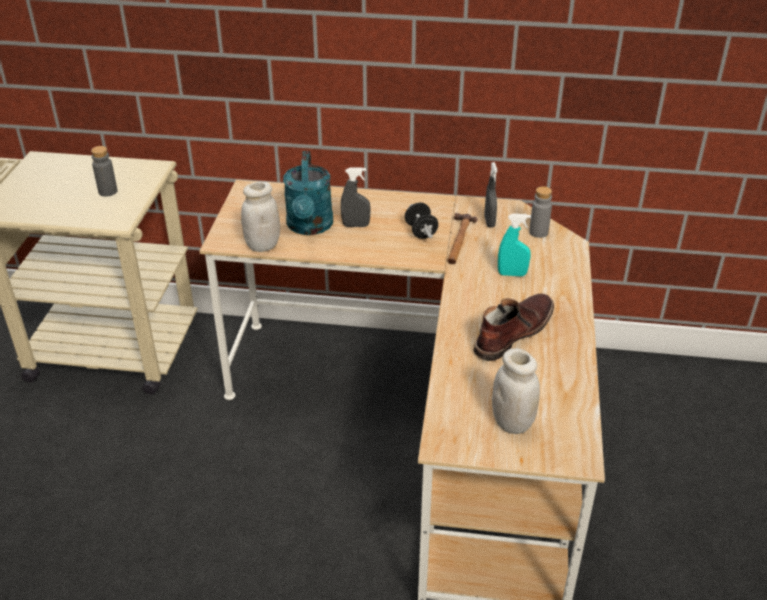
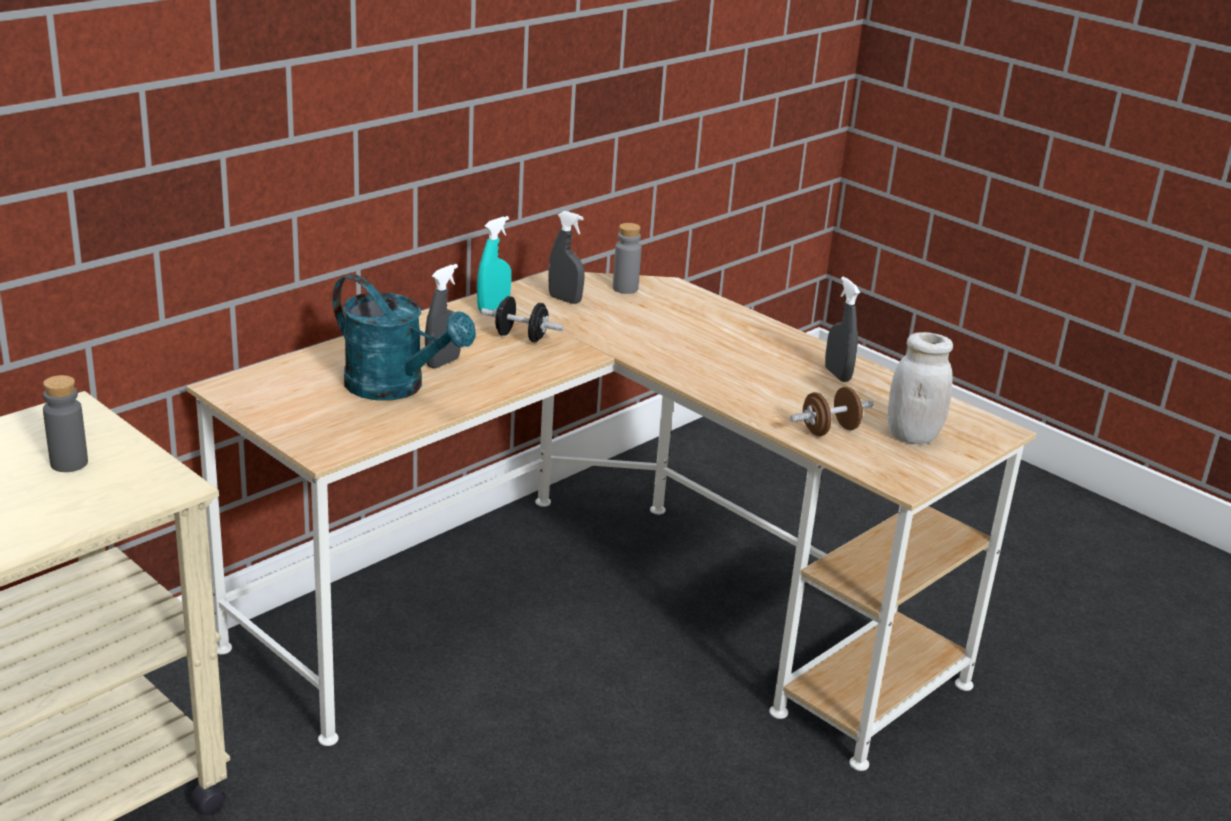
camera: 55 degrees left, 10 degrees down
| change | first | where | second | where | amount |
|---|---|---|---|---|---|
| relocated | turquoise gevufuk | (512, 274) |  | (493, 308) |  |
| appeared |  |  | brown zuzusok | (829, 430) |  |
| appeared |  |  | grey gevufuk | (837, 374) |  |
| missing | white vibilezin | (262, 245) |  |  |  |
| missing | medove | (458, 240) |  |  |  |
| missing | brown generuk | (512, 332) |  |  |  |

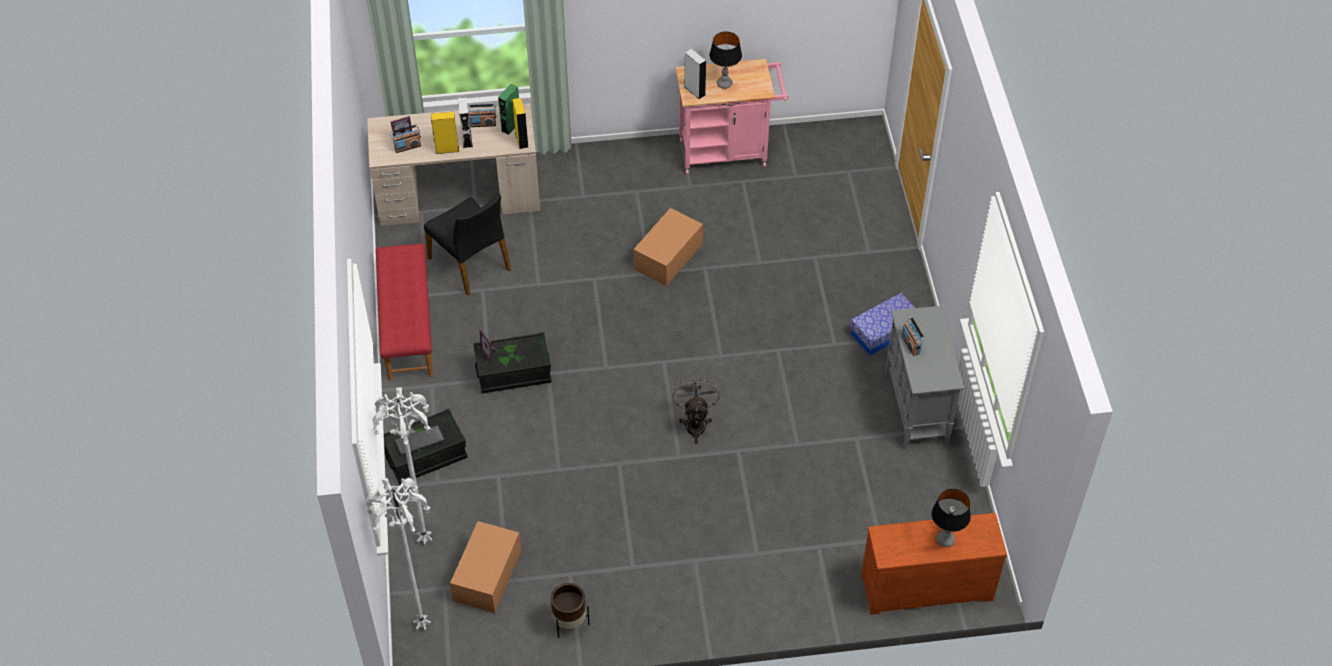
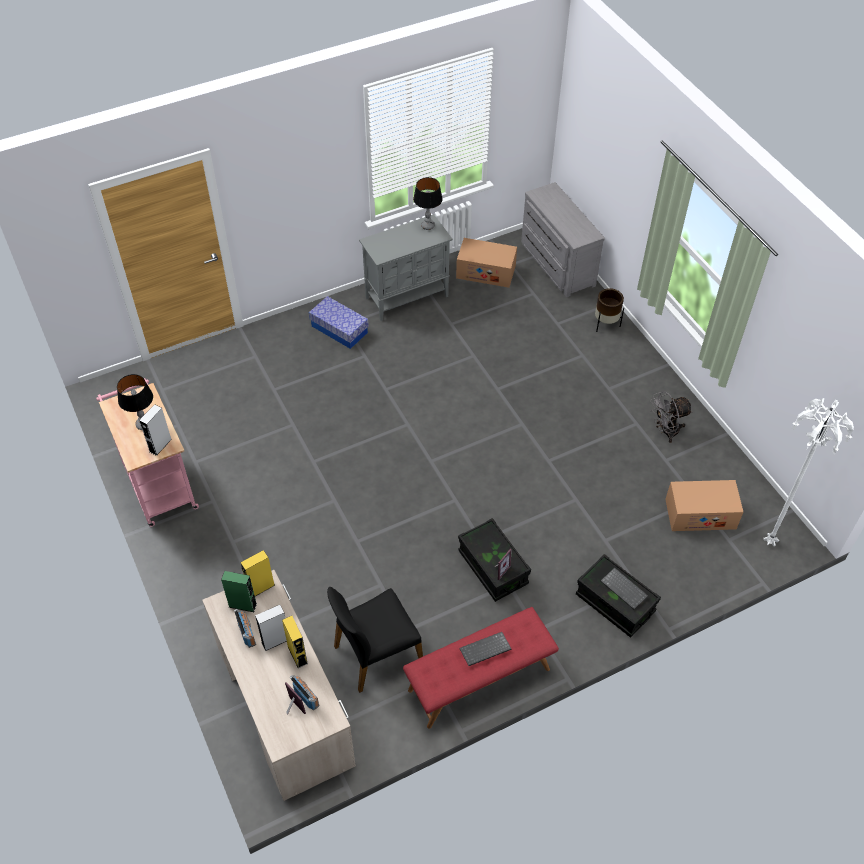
camera: 110 degrees left, 0 degrees up
| change | first | where | second | where | amount |
|---|---|---|---|---|---|
| spun | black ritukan | (470, 263) |  | (376, 654) | 150 degrees counterclockwise |
| relocated | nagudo | (945, 539) |  | (427, 226) |  |
| relocated | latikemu | (668, 256) |  | (486, 271) |  |
| appeared |  |  | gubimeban | (485, 650) |  |
| colour | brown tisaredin | (926, 584) | grey tisaredin | (555, 264) |  |
| relocated | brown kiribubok | (569, 623) |  | (606, 324) |  |
| relocated | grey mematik | (695, 423) |  | (665, 431) |  |
| missing | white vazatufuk | (424, 538) |  |  |  |
| missing | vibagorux | (911, 344) |  |  |  |

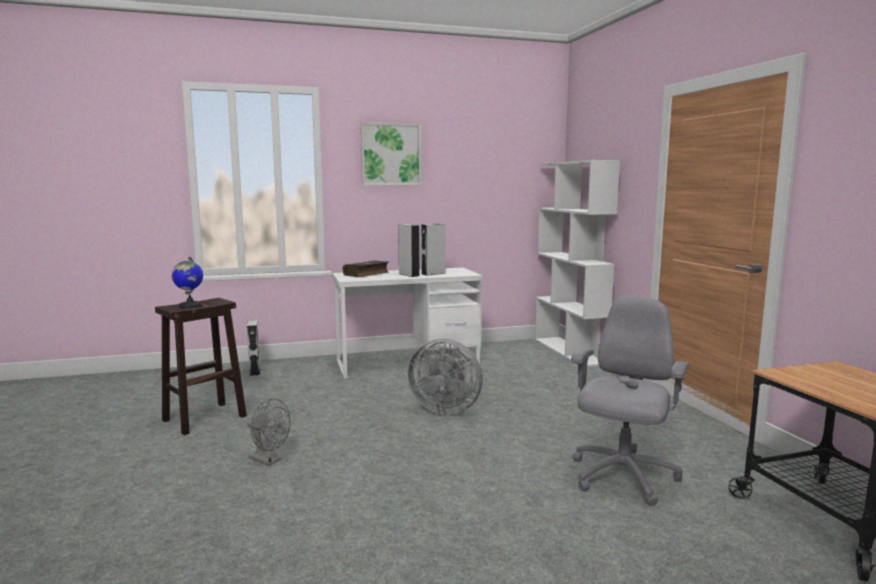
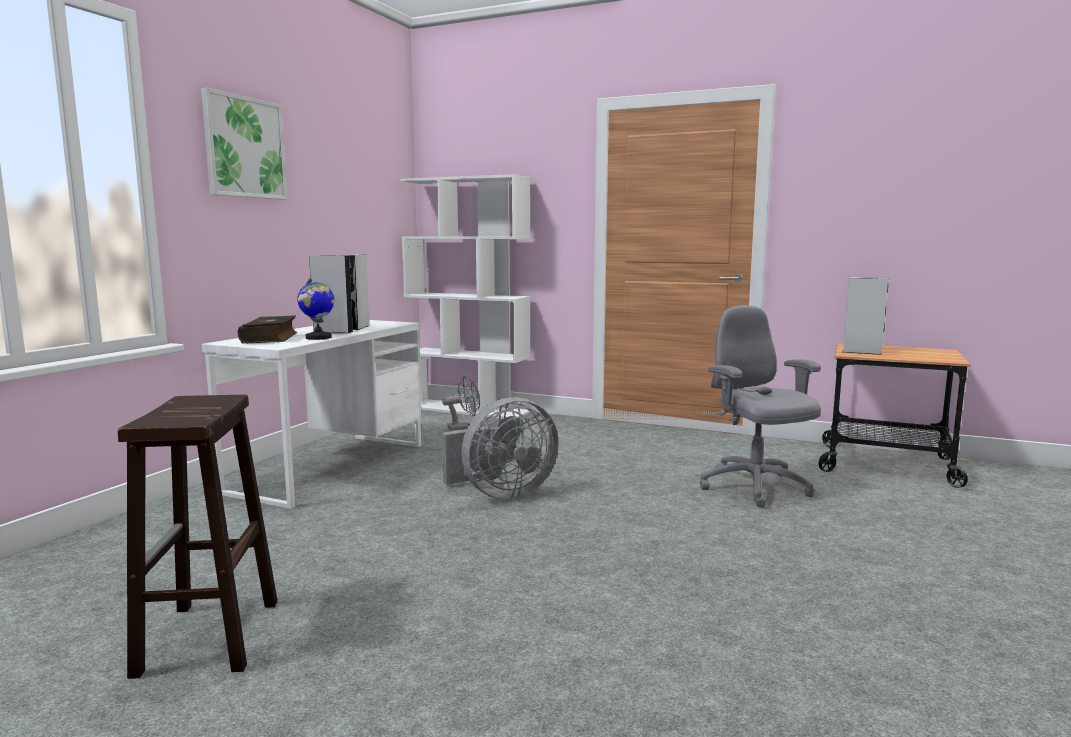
camera: 50 degrees left, 0 degrees up
| change | first | where | second | where | amount |
|---|---|---|---|---|---|
| relocated | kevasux | (190, 306) |  | (318, 338) |  |
| relocated | grey mematik | (269, 460) |  | (464, 427) |  |
| relocated | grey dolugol | (255, 371) |  | (861, 352) |  |

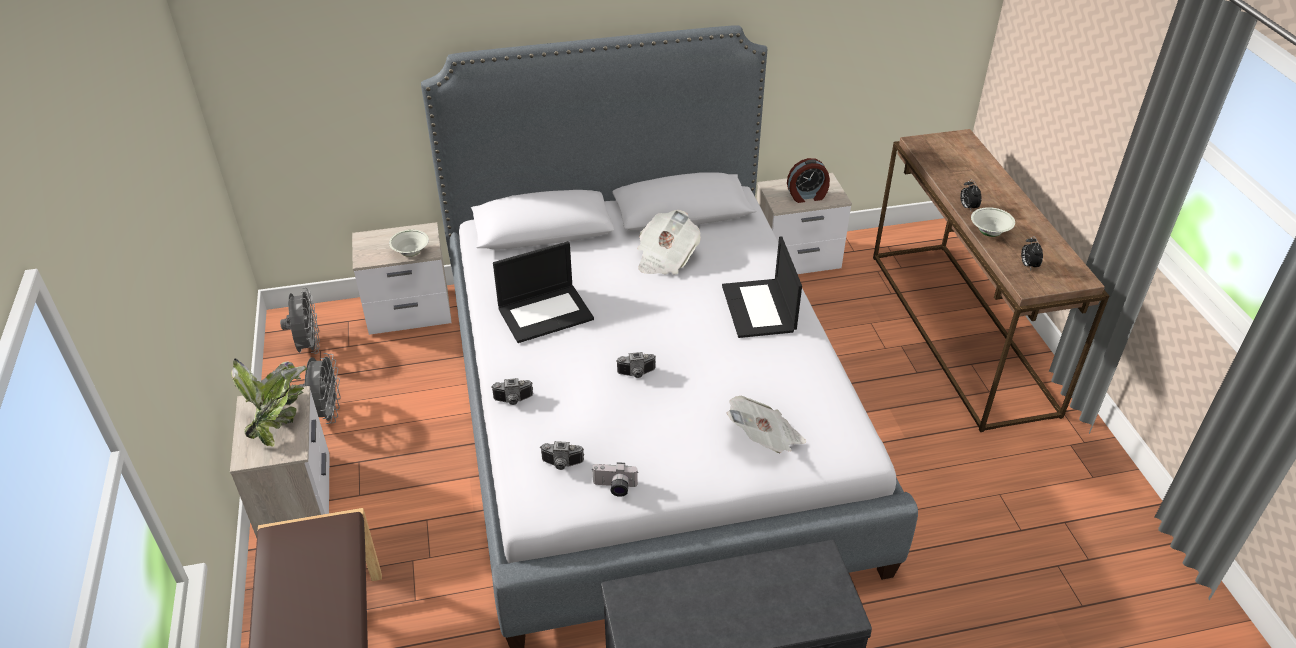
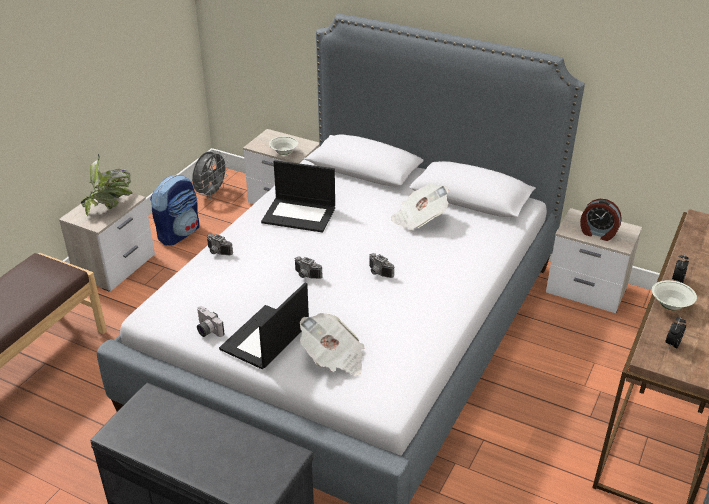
camera: 40 degrees right, 5 degrees down
| change | first | where | second | where | amount |
|---|---|---|---|---|---|
| exchanged | grey mematik | (327, 413) | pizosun | (179, 233) |  |
| relocated | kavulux | (759, 309) |  | (265, 338) |  |
| relocated | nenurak | (562, 464) |  | (378, 273) |  |

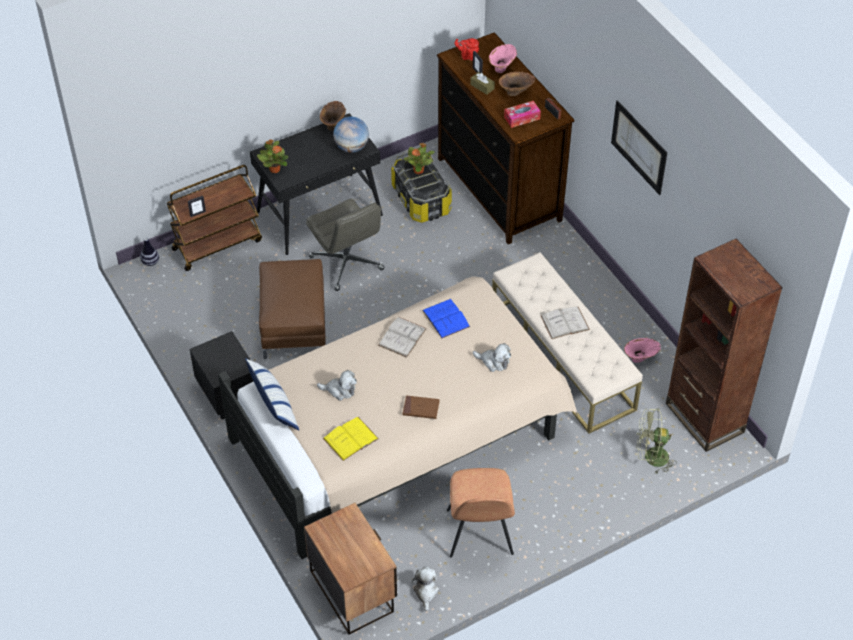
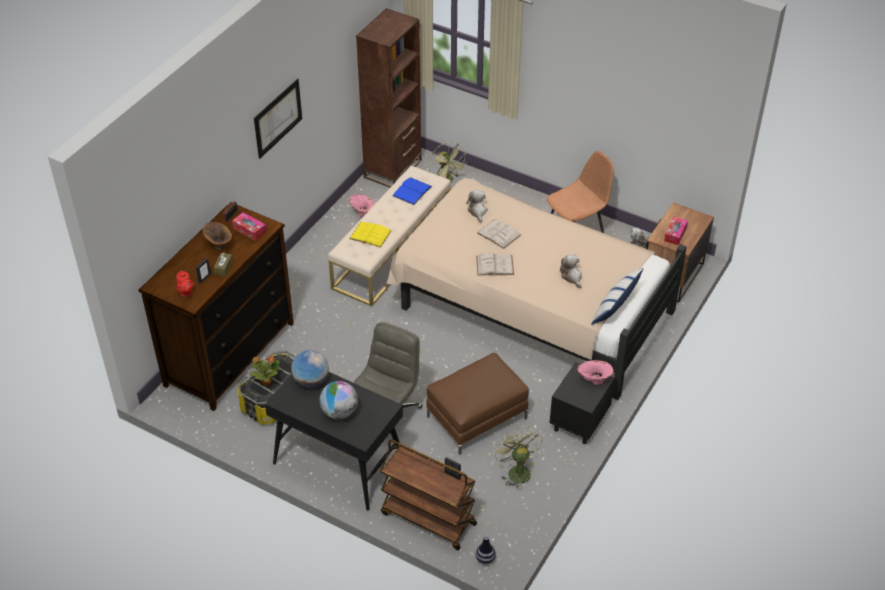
camera: 120 degrees left, 5 degrees down
| change | first | where | second | where | amount |
|---|---|---|---|---|---|
| appeared |  |  | kevasux | (339, 412) |  |
| relocated | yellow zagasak | (350, 438) |  | (370, 234) |  |
| relocated | blue zagasak | (446, 318) |  | (412, 191) |  |
| relocated | white zagasak | (565, 323) |  | (499, 234) |  |
| appeared |  |  | green mematik | (516, 470) |  |
| relocated | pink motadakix | (502, 68) |  | (594, 380) |  |
| appeared |  |  | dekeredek | (675, 234) |  |
| missing | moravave | (274, 169) |  |  |  |
| missing | brown motadakix | (334, 125) |  |  |  |
| missing | brown zagasak | (421, 408) |  |  |  |

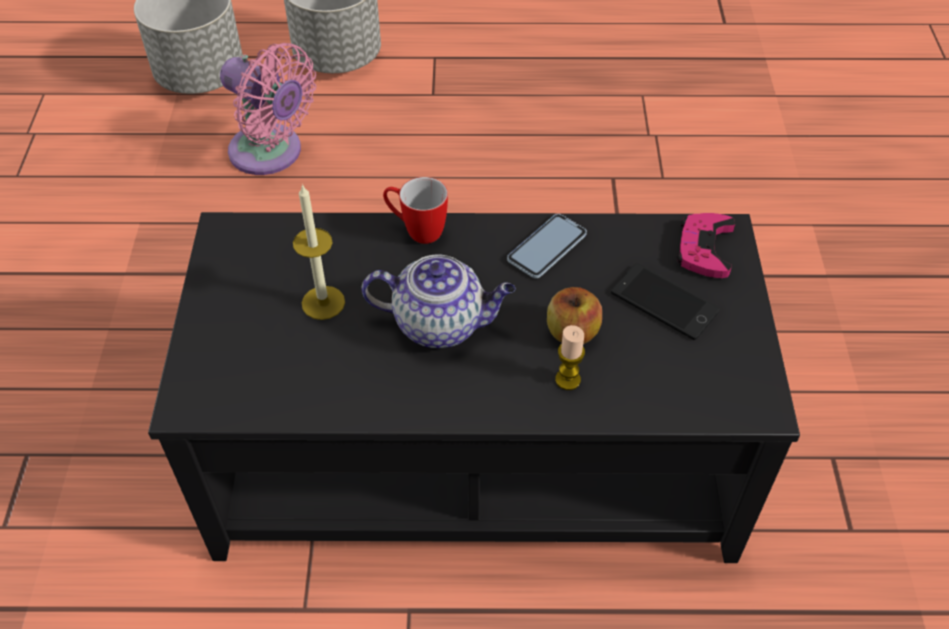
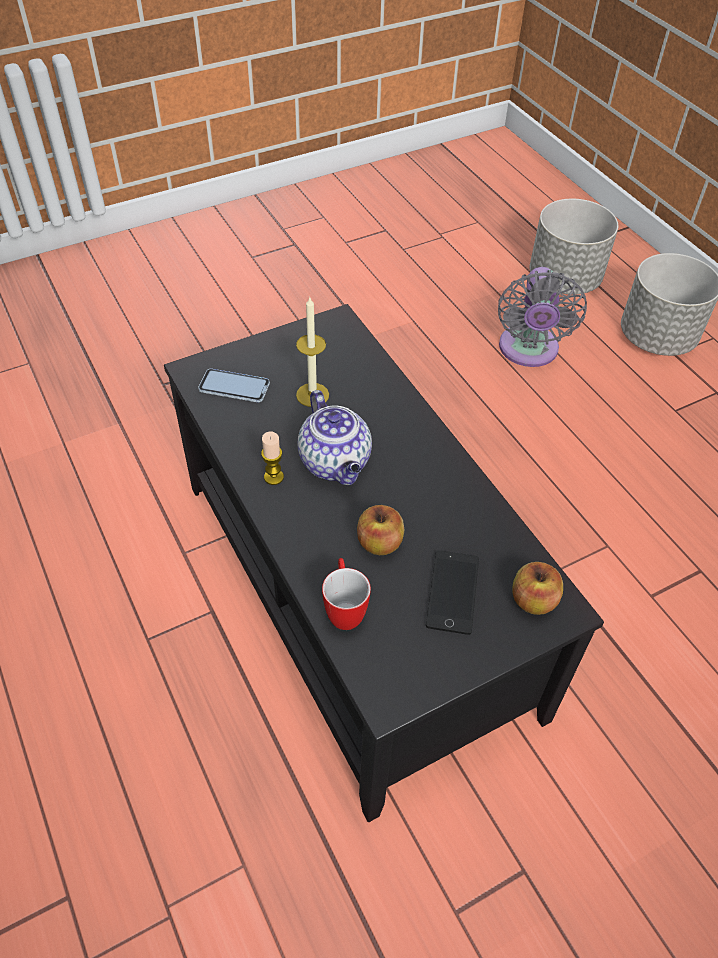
camera: 60 degrees right, 0 degrees up
| change | first | where | second | where | amount |
|---|---|---|---|---|---|
| relocated | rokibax | (547, 247) |  | (234, 387) |  |
| relocated | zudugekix | (568, 380) |  | (273, 477) |  |
| relocated | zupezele | (416, 230) |  | (344, 608) |  |
| colour | pink mematik | (271, 154) | grey mematik | (528, 351) |  |
| exchanged | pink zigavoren | (704, 249) | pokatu | (533, 600) |  |

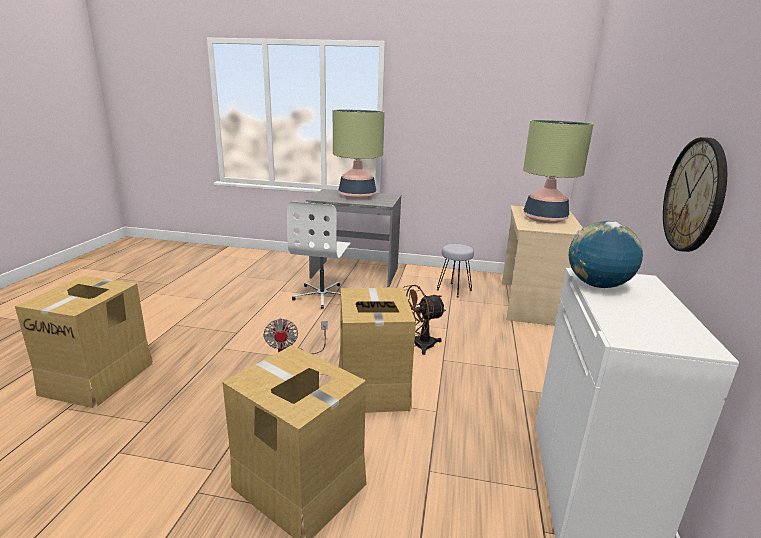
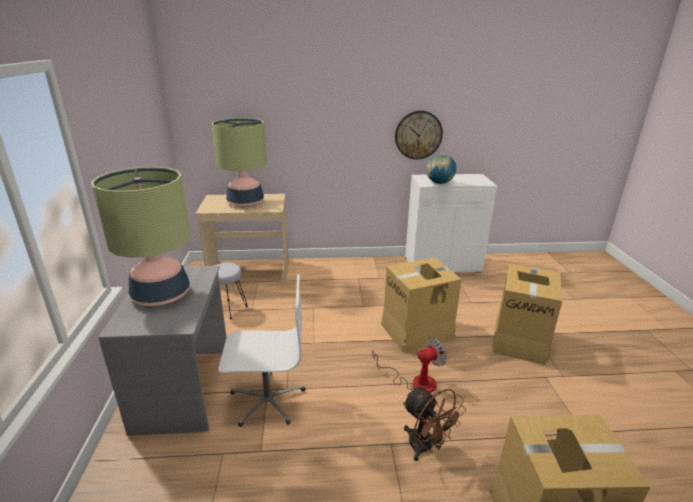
camera: 105 degrees left, 5 degrees up
| change | first | where | second | where | amount |
|---|---|---|---|---|---|
| relocated | brown mematik | (418, 345) |  | (426, 447) |  |

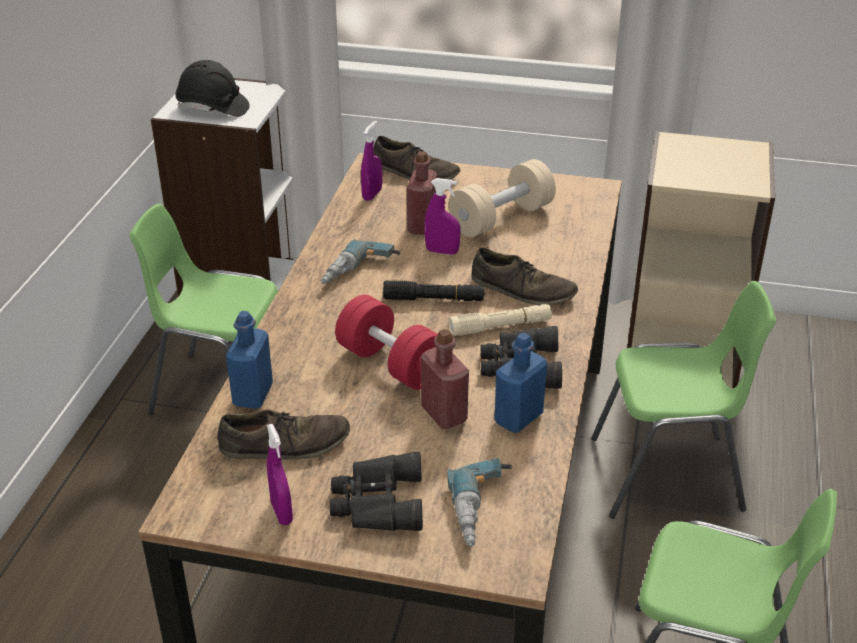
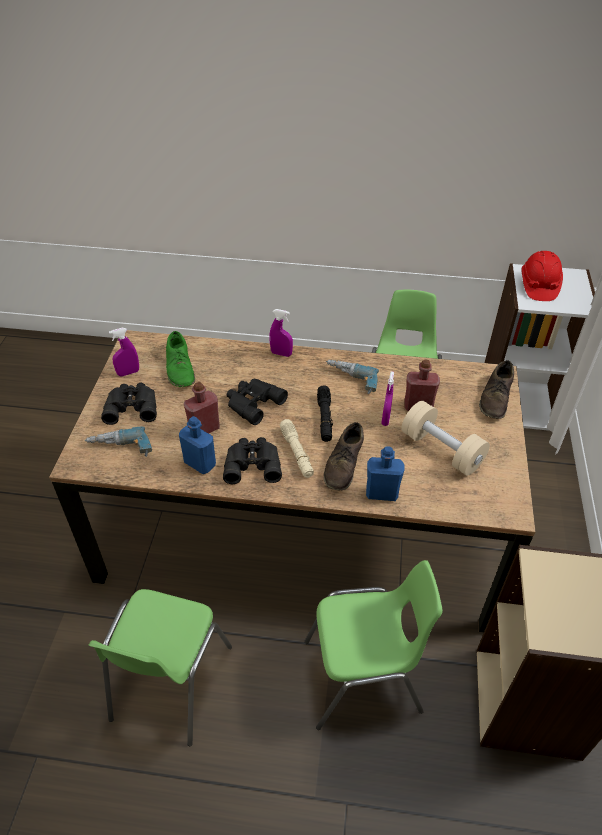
camera: 85 degrees right, 10 degrees up
| change | first | where | second | where | amount |
|---|---|---|---|---|---|
| colour | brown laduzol | (285, 444) | green laduzol | (180, 368) |  |
| exchanged | red zuzusok | (391, 364) | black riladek | (252, 403) |  |
| relocated | purple gevufuk | (372, 194) |  | (281, 353) |  |
| spun | green ritukan | (668, 475) |  | (363, 677) | 90 degrees counterclockwise |
| relocated | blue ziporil | (253, 395) |  | (381, 493) |  |
| colour | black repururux | (213, 108) | red repururux | (538, 286) |  |

